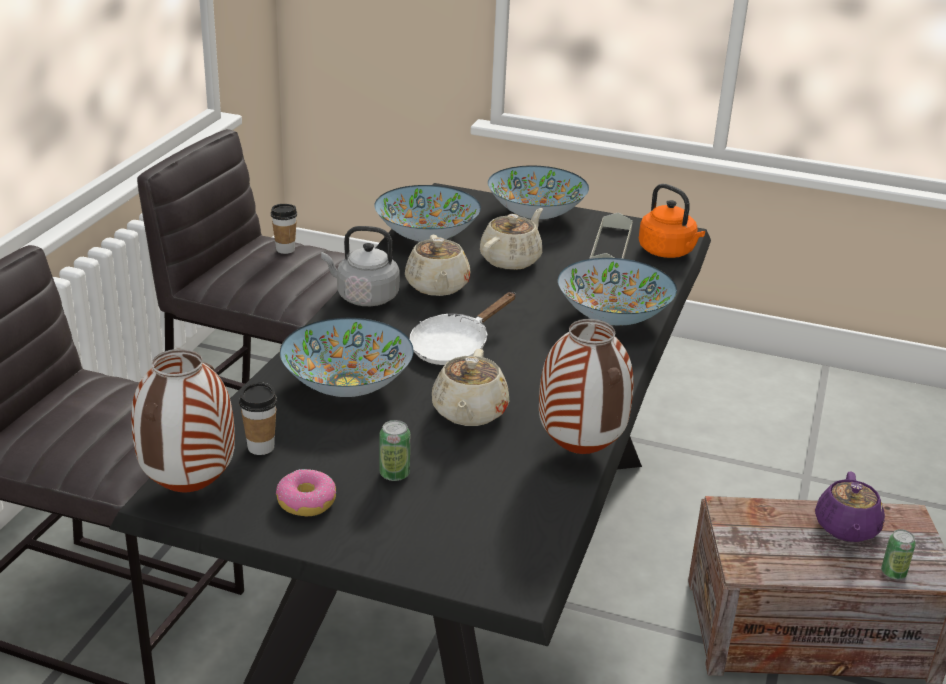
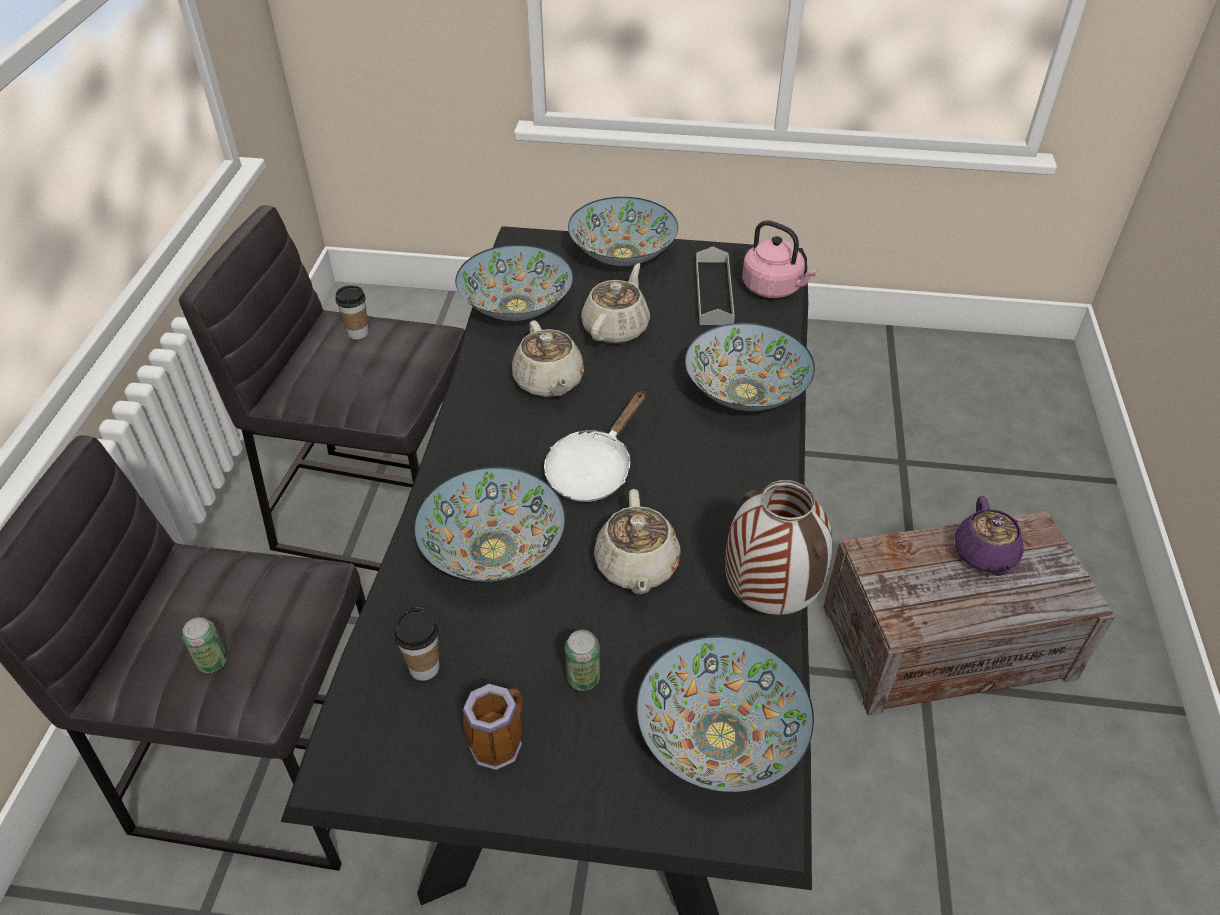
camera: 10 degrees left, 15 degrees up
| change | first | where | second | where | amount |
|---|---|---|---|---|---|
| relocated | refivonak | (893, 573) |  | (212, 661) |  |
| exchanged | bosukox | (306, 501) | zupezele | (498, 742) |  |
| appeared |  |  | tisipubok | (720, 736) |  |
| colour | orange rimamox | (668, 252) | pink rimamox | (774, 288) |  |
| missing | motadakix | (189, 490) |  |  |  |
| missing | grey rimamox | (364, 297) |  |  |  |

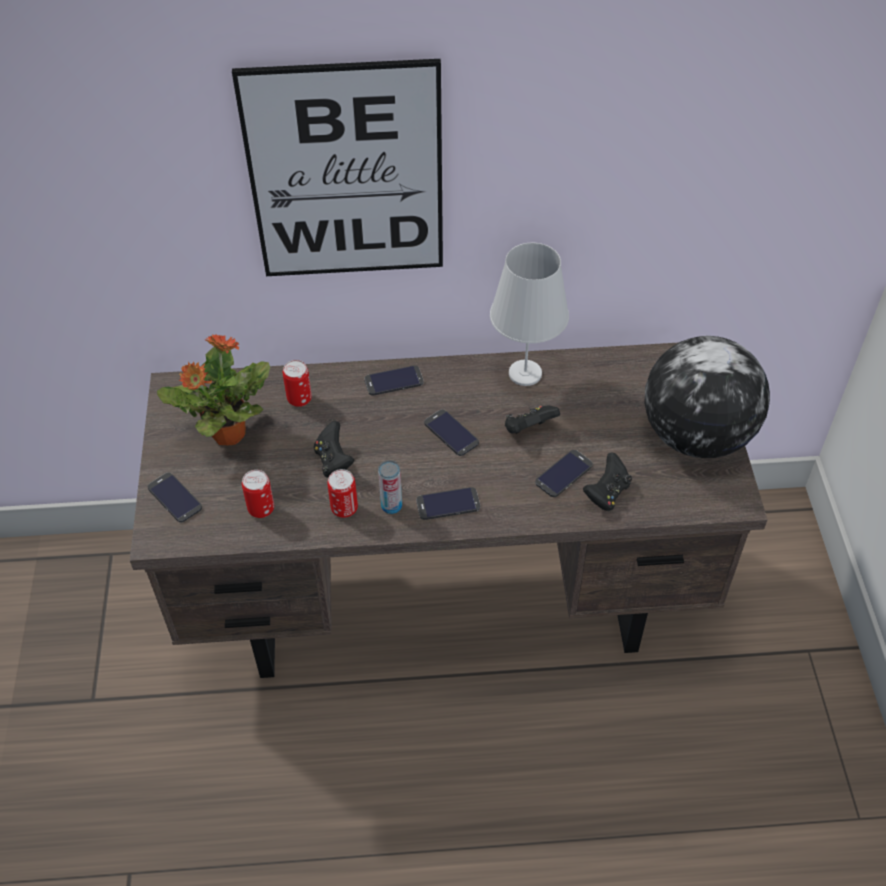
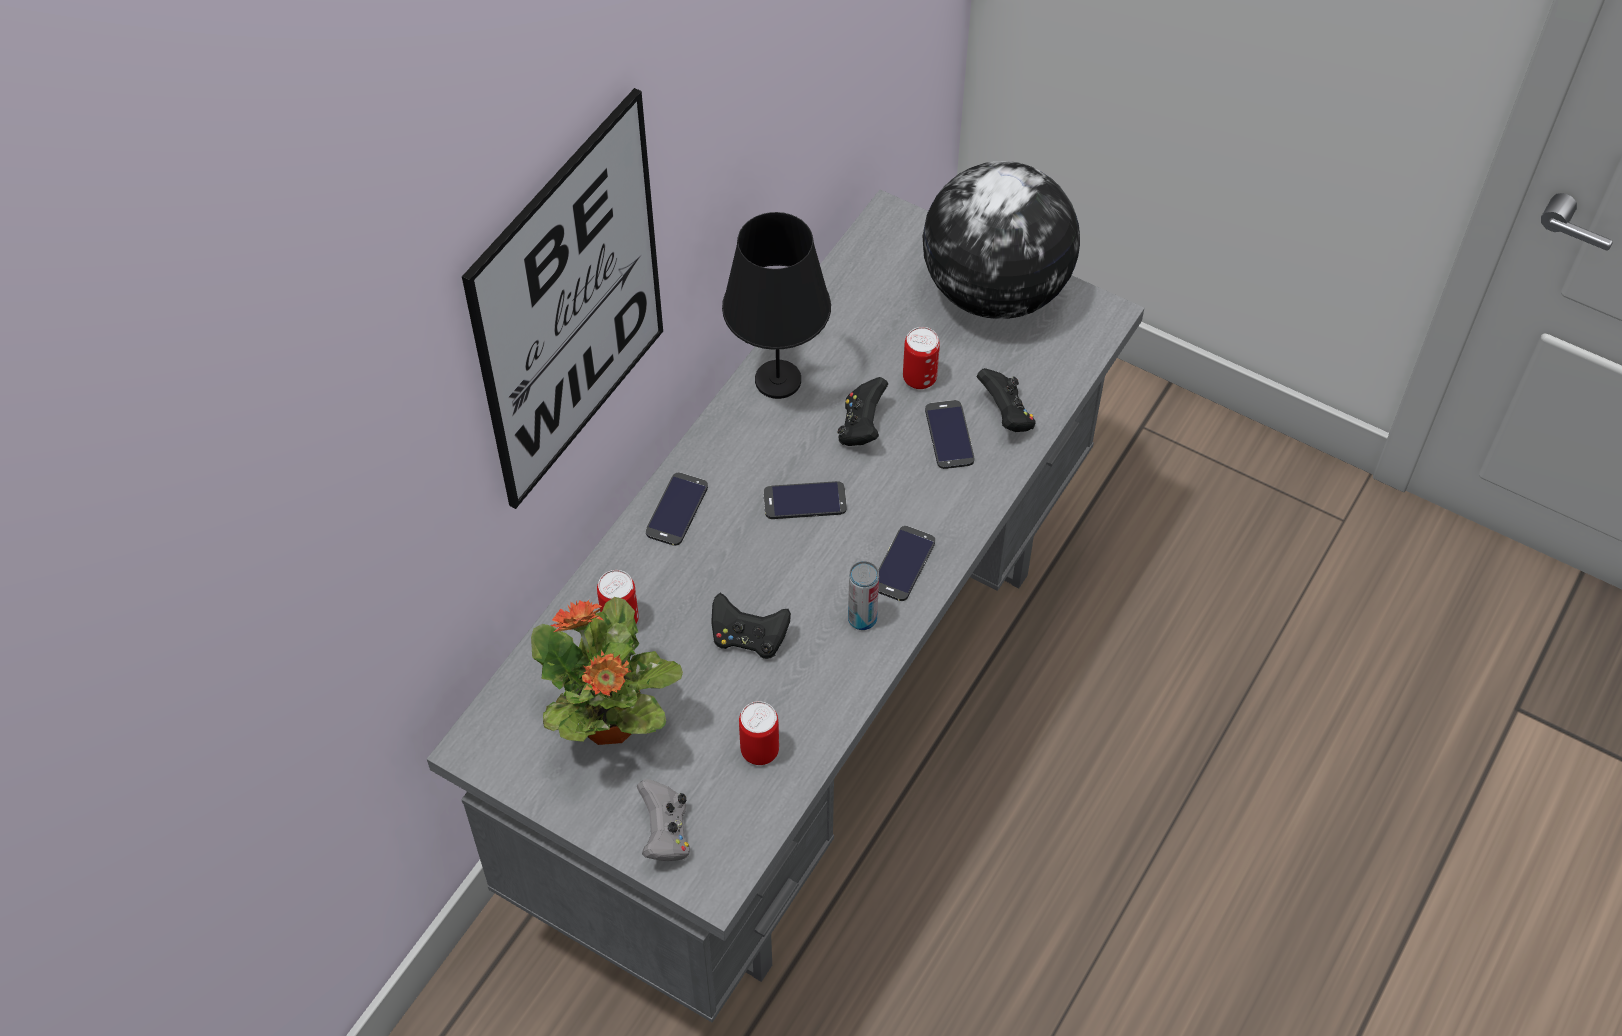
camera: 55 degrees left, 5 degrees up
| change | first | where | second | where | amount |
|---|---|---|---|---|---|
| colour | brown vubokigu | (447, 597) | grey vubokigu | (809, 712) |  |
| exchanged | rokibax | (175, 497) | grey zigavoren | (665, 833) |  |
| colour | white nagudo | (524, 373) | black nagudo | (777, 380) |  |
| relocated | refivonak | (344, 509) |  | (919, 378) |  |

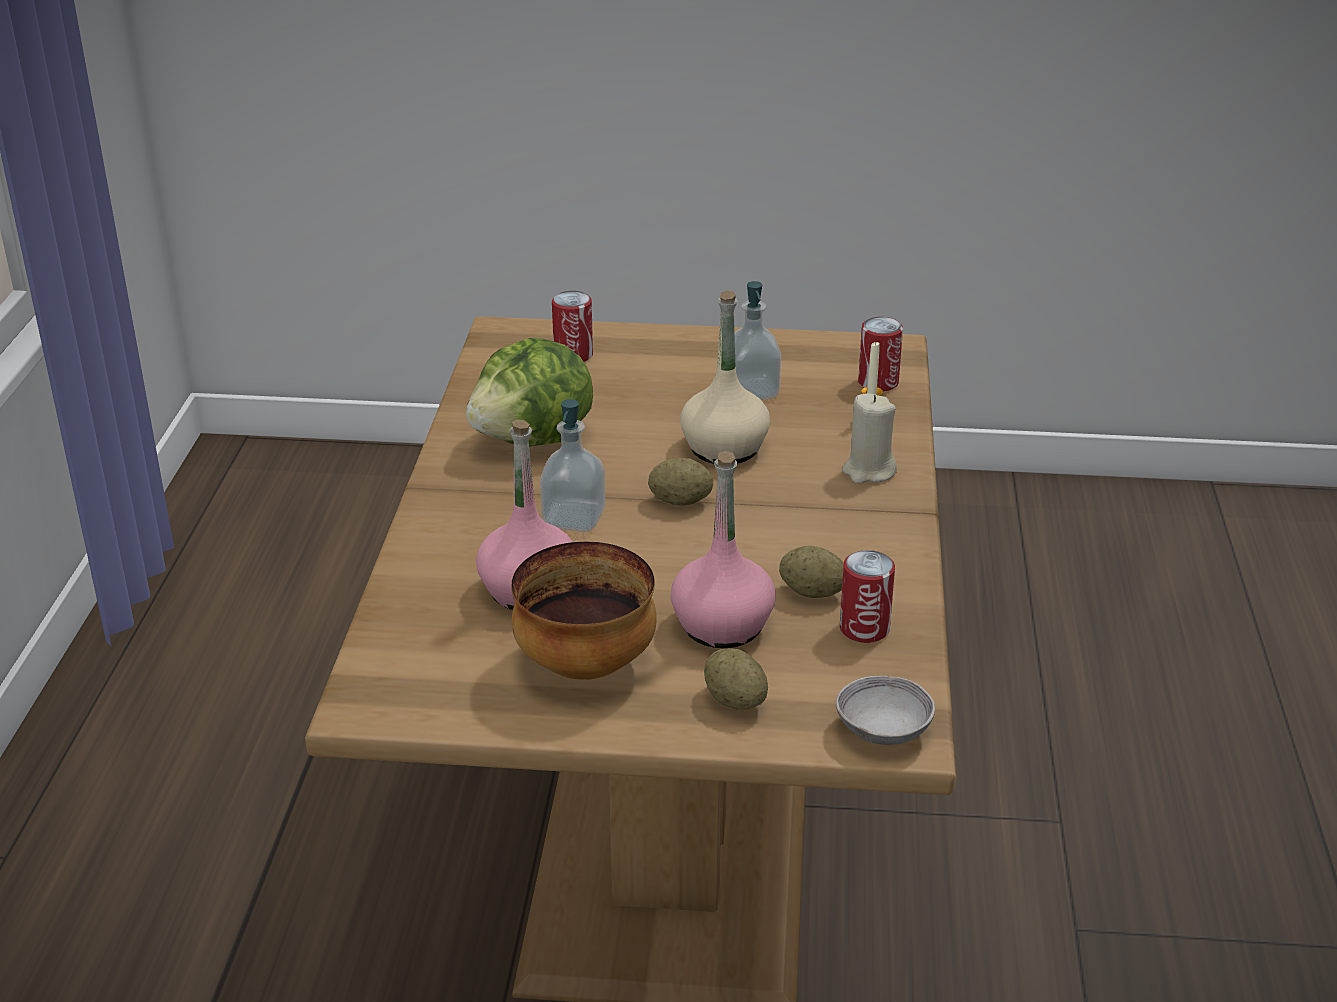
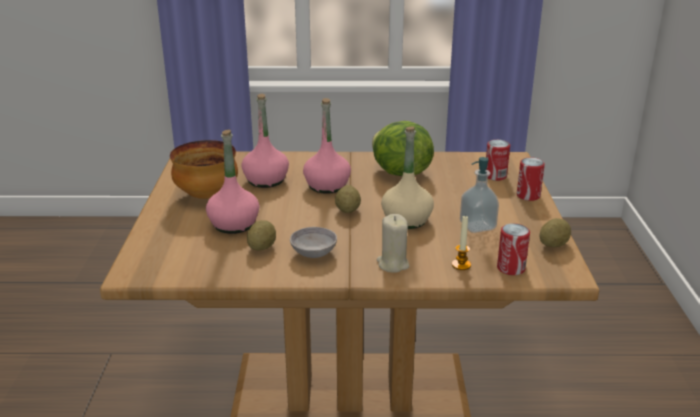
camera: 85 degrees right, 5 degrees down
| change | first | where | second | where | amount |
|---|---|---|---|---|---|
| relocated | grey tisipubok | (883, 731) |  | (314, 253) |  |
| exchanged | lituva | (573, 518) | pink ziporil | (327, 186) |  |
| relocated | refivonak | (864, 628) |  | (528, 196) |  |
| relocated | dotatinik | (735, 700) |  | (553, 245) |  |

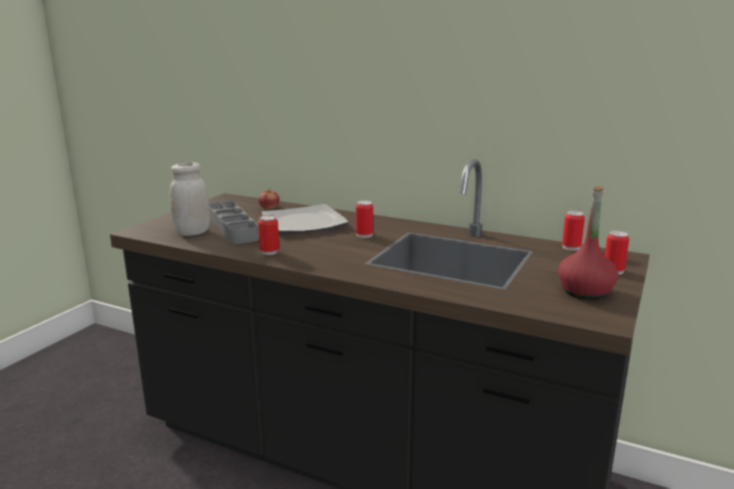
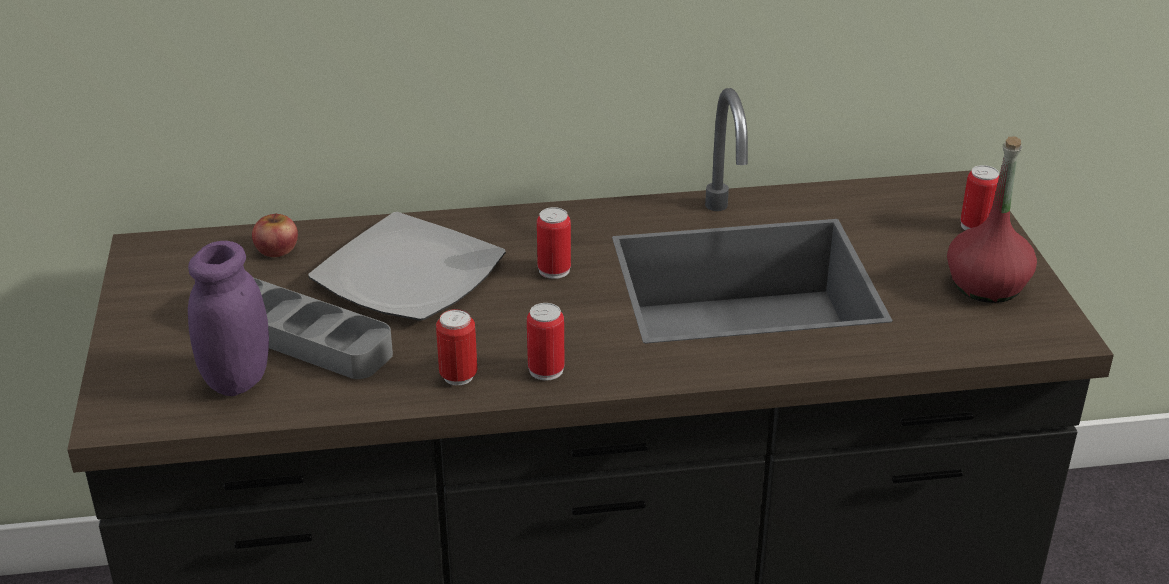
camera: 35 degrees left, 15 degrees up
| change | first | where | second | where | amount |
|---|---|---|---|---|---|
| colour | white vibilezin | (192, 232) | purple vibilezin | (237, 379) |  |
| relocated | refivonak | (571, 247) |  | (546, 370) |  |

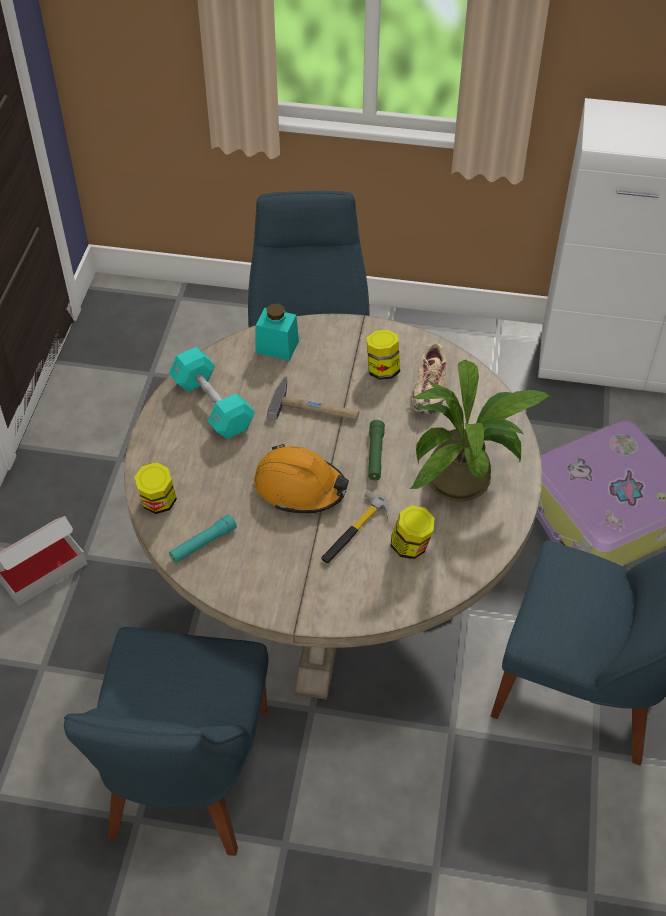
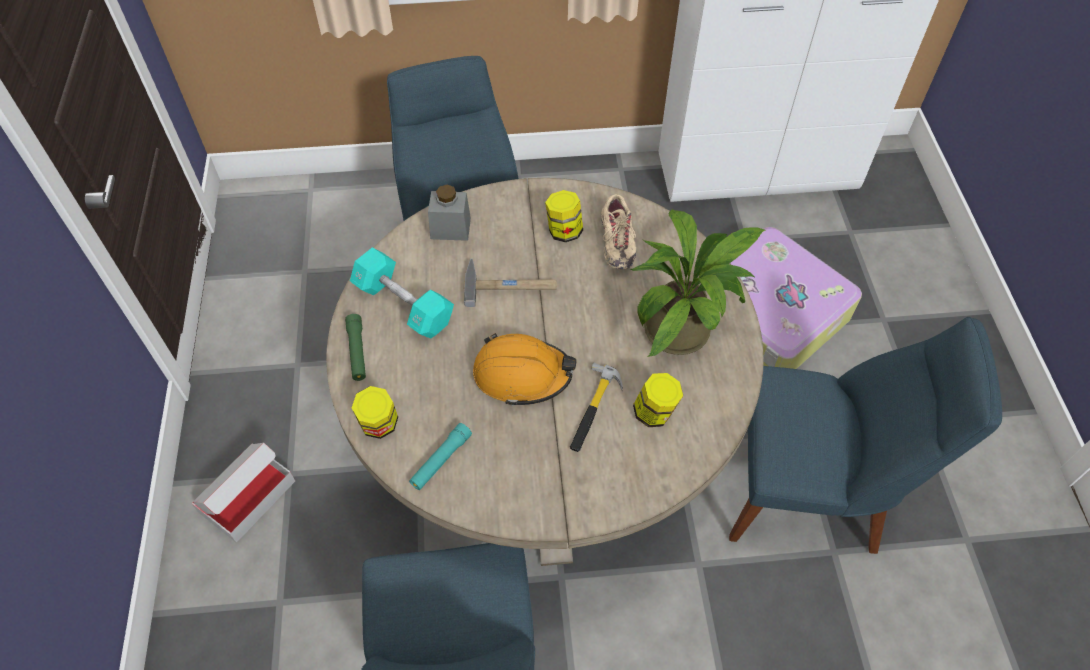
camera: 15 degrees left, 5 degrees up
| change | first | where | second | where | amount |
|---|---|---|---|---|---|
| relocated | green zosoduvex | (375, 455) |  | (357, 351) |  |
| colour | turquoise vibilezin | (277, 347) | grey vibilezin | (450, 228) |  |

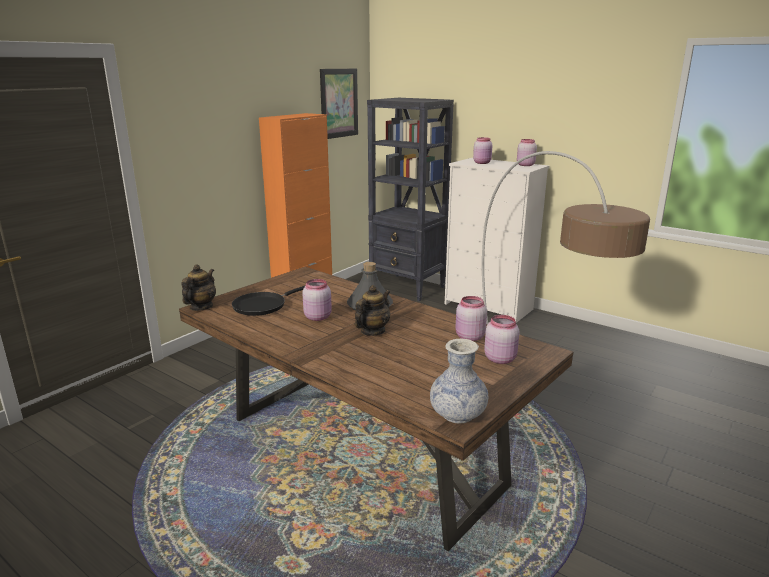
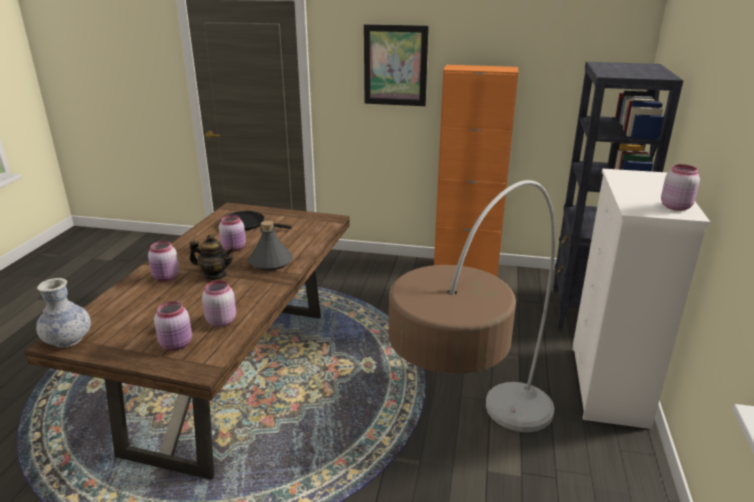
camera: 65 degrees right, 5 degrees up
| change | first | where | second | where | amount |
|---|---|---|---|---|---|
| relocated | pink vibilezin | (482, 163) |  | (166, 278) |  |
| relocated | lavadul | (339, 103) |  | (395, 65) |  |
| missing | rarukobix | (201, 307) |  |  |  |

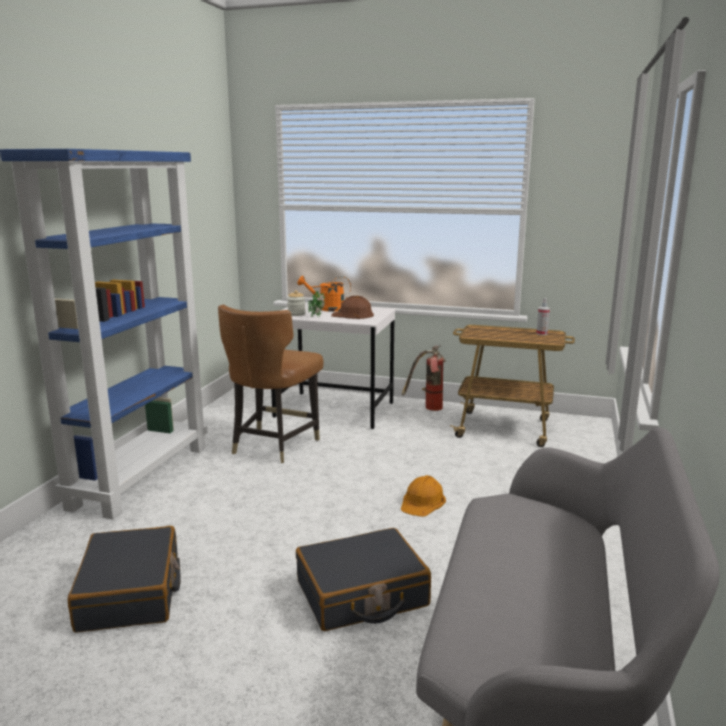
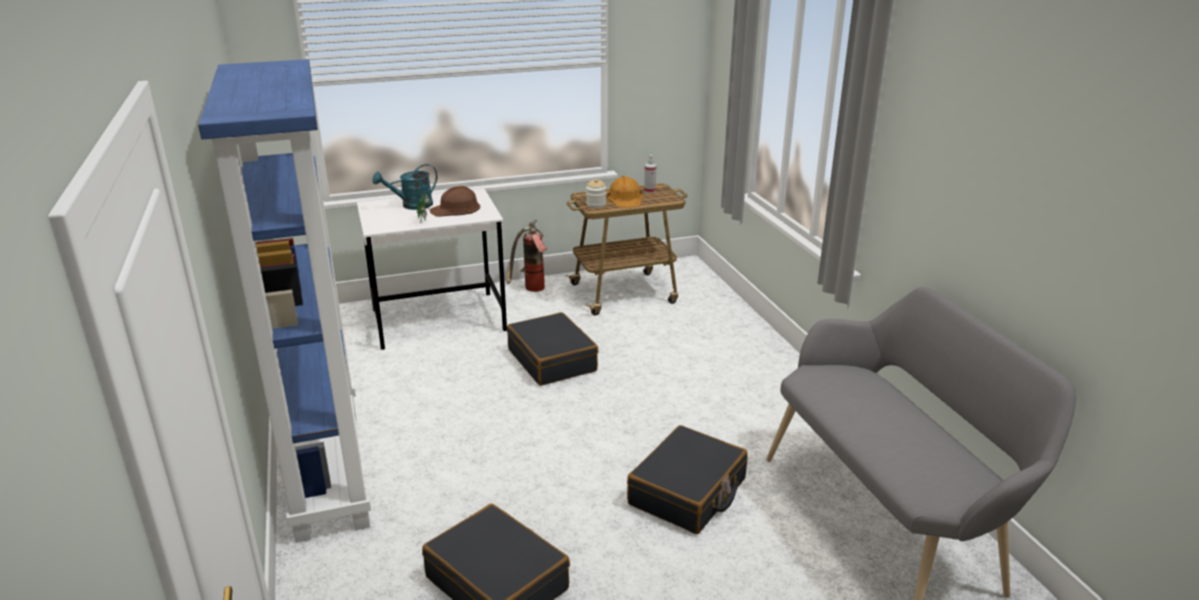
camera: 35 degrees left, 10 degrees up
| change | first | where | second | where | amount |
|---|---|---|---|---|---|
| colour | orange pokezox | (327, 309) | turquoise pokezox | (411, 206) |  |
| appeared |  |  | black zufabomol | (552, 360) |  |
| relocated | vibilezin | (296, 314) |  | (596, 204) |  |
| relocated | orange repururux | (423, 502) |  | (625, 198) |  |
| missing | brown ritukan | (273, 445) |  |  |  |

